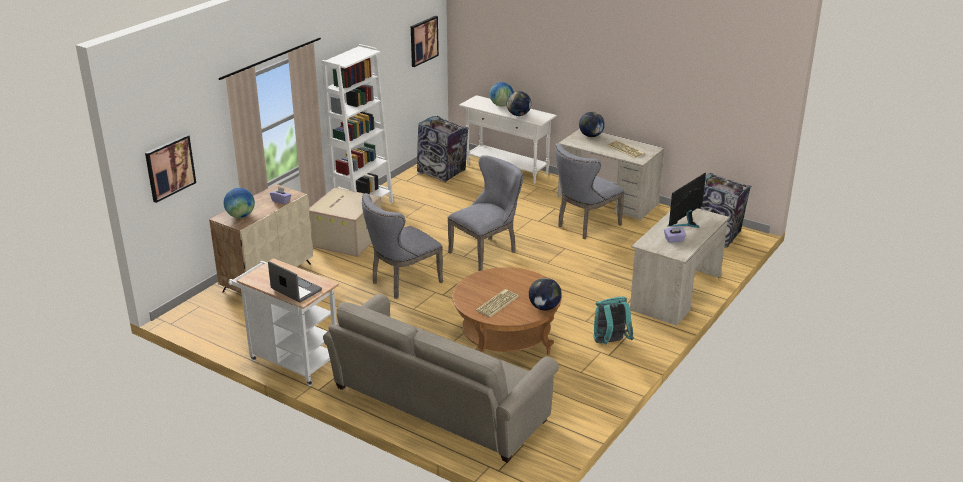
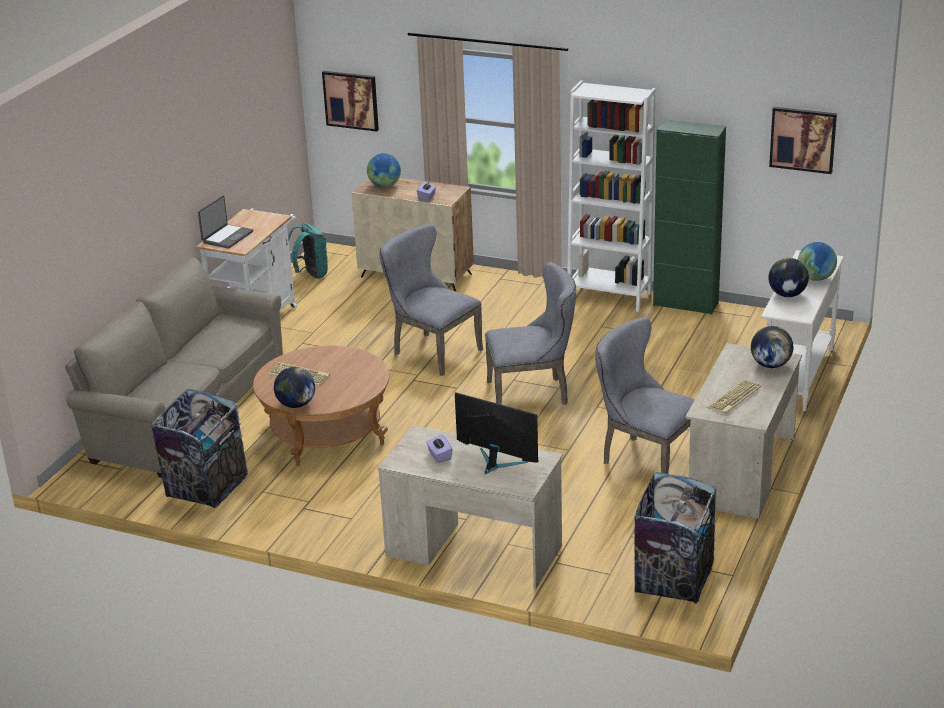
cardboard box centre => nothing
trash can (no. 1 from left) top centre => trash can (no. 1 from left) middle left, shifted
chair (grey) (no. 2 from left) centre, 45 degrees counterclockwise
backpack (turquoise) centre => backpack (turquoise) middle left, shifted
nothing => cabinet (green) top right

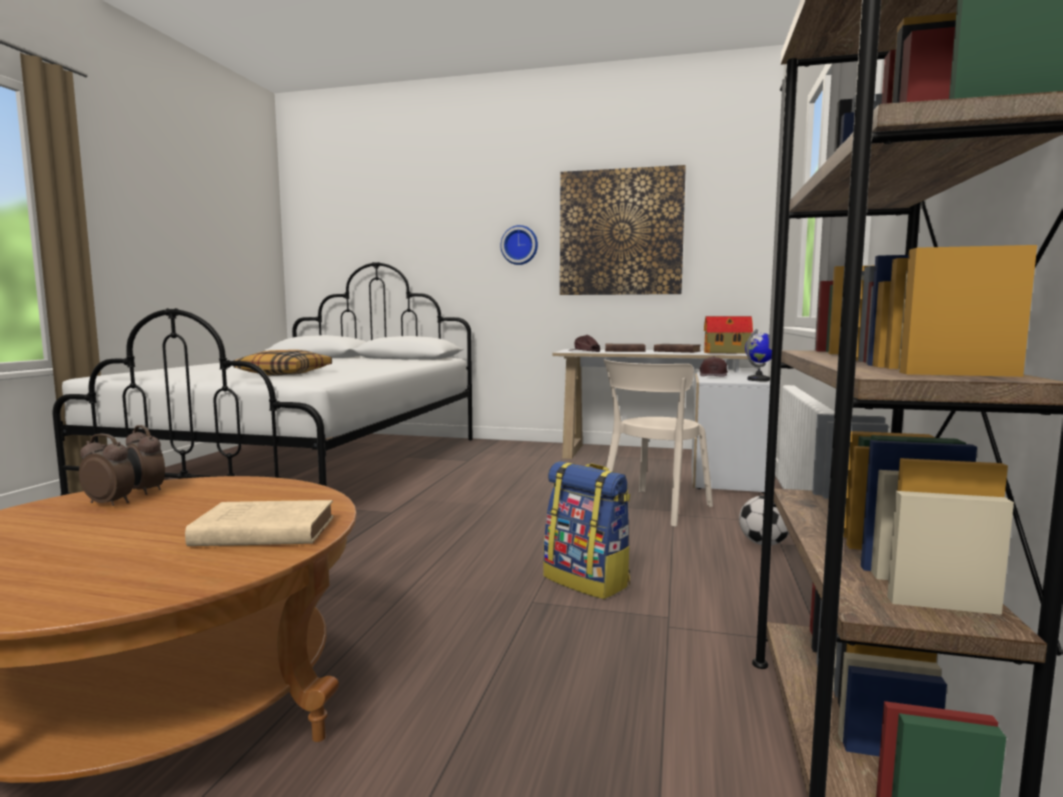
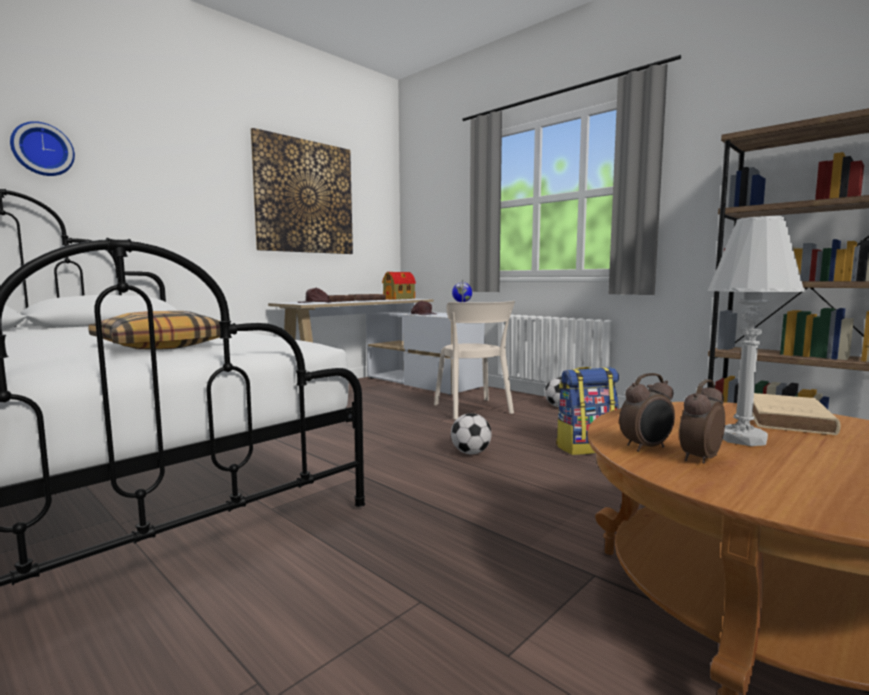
wall clock top centre => wall clock top left, shifted
nothing => football (no. 1 from left) centre
nothing => table lamp (white) middle right

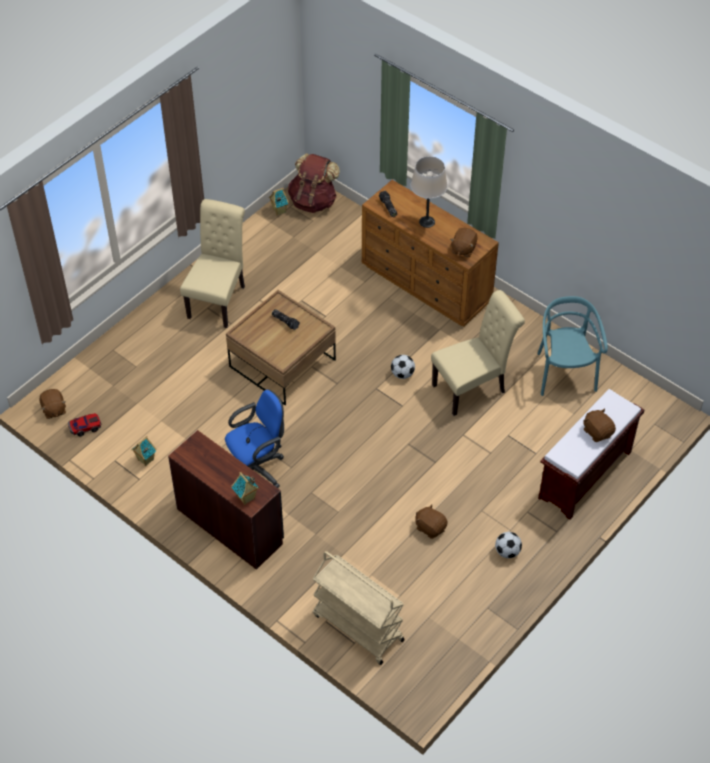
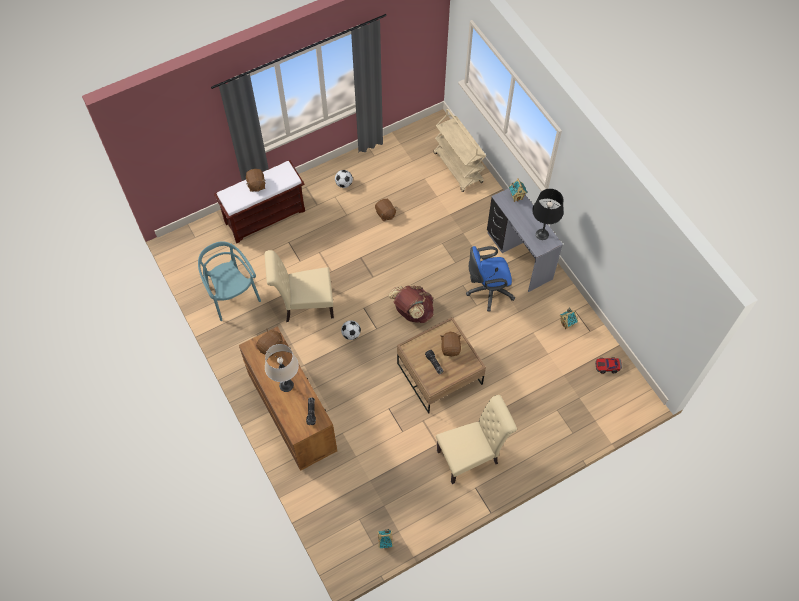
plush toy (brown) (no. 1 from left in the first image) middle left => plush toy (brown) (no. 4 from left) centre, shifted
desk (brown) middle left => desk (grey) centre
chair (beige) (no. 1 from left in the first image) middle left => chair (beige) (no. 2 from left) bottom centre, 150 degrees counterclockwise
backpack (brown) top centre => backpack (brown) centre, shifted
chair (turquoise) middle right => chair (turquoise) middle left, 135 degrees clockwise
nothing => table lamp (black) middle right

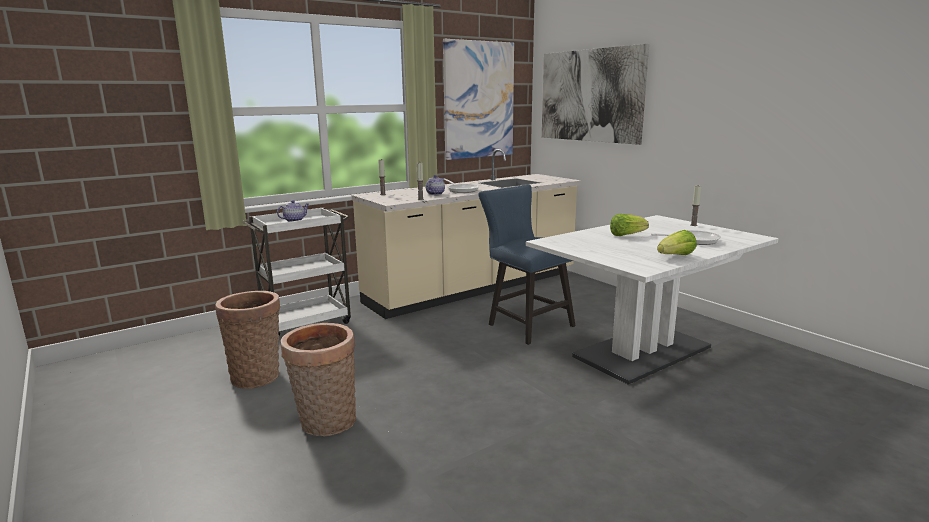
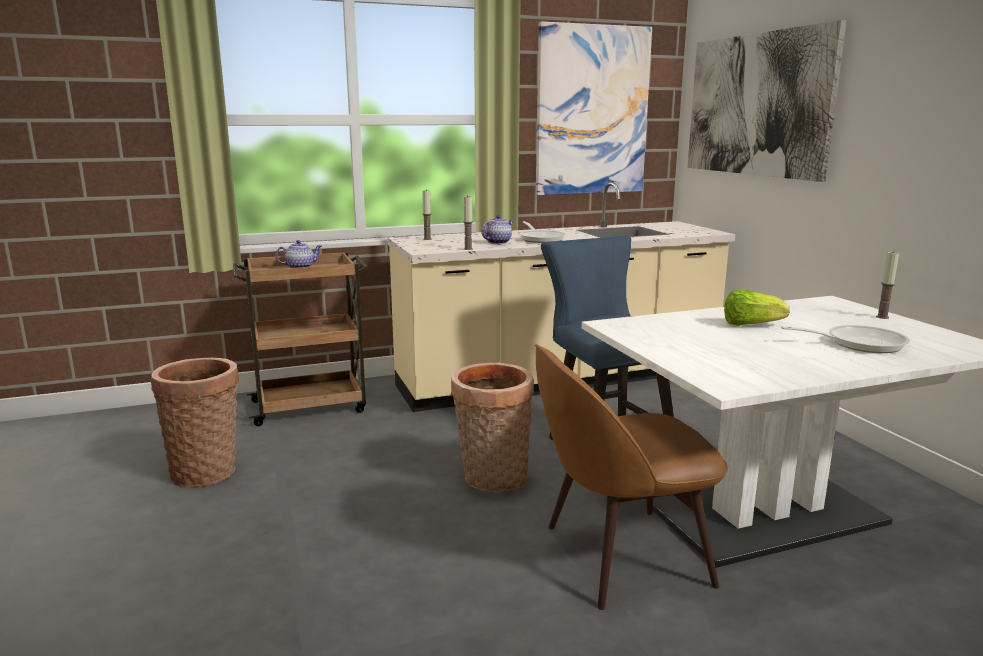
cart (white) middle left => cart (brown) middle left
basket (no. 2 from left) bottom centre => basket (no. 2 from left) centre, shifted
lettuce (no. 2 from left) middle right => nothing
nothing => chair (brown) bottom centre

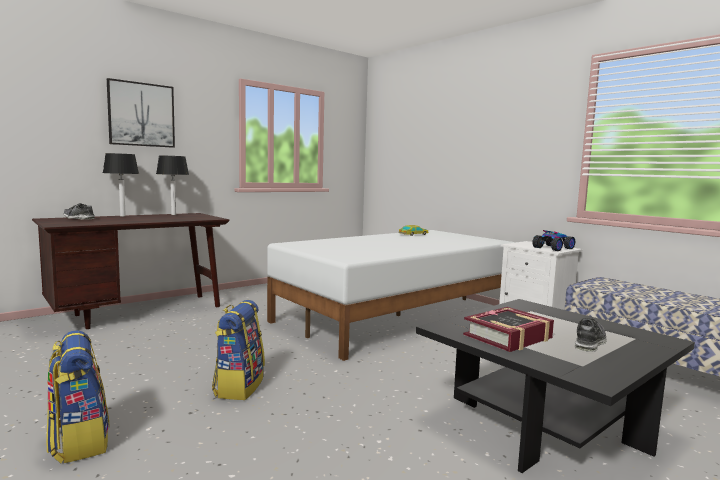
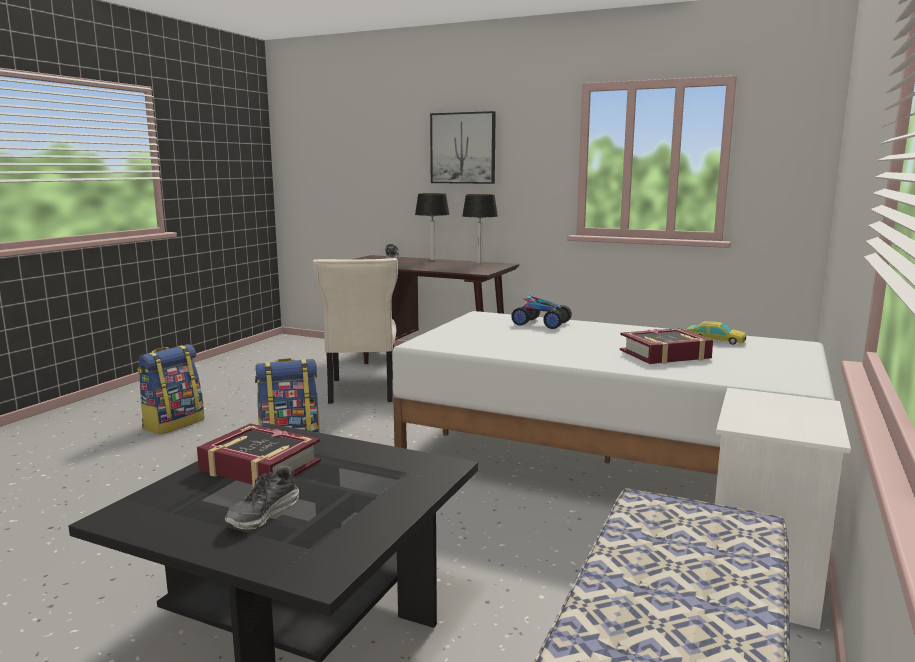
toy car (no. 2 from left in the first image) middle right => toy car (no. 1 from left) centre, shifted
shoe (no. 2 from left in the first image) bottom right => shoe (no. 1 from left) bottom left, 105 degrees clockwise
nothing => chair (beige) centre
nothing => book (no. 2 from left) middle right

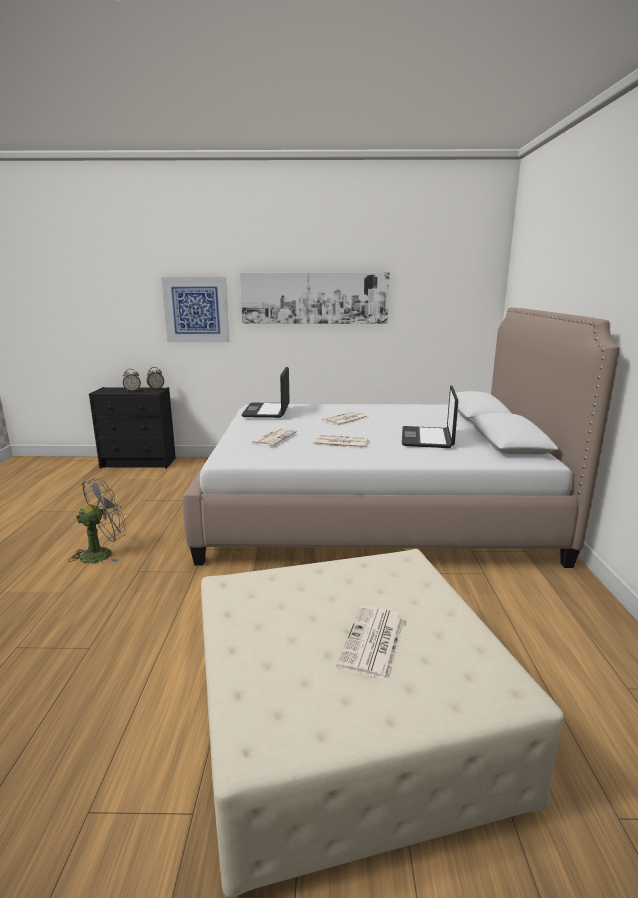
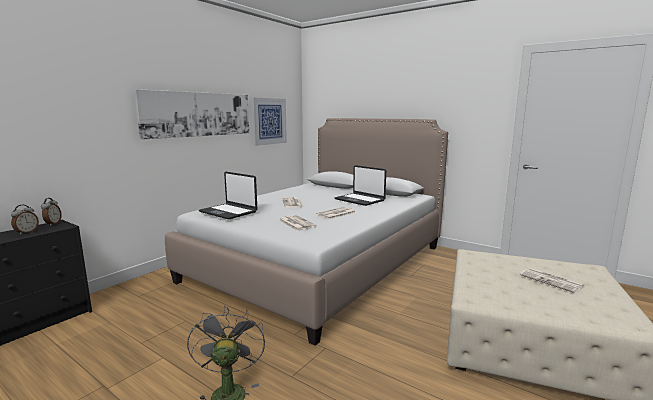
picture (no. 1 from left in the first image) middle left => picture (no. 2 from left) top centre, shifted

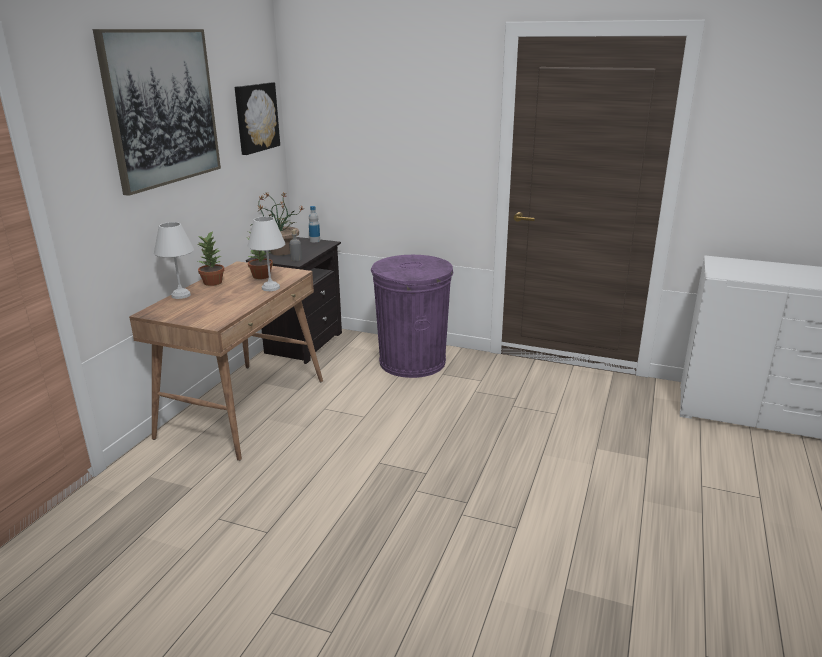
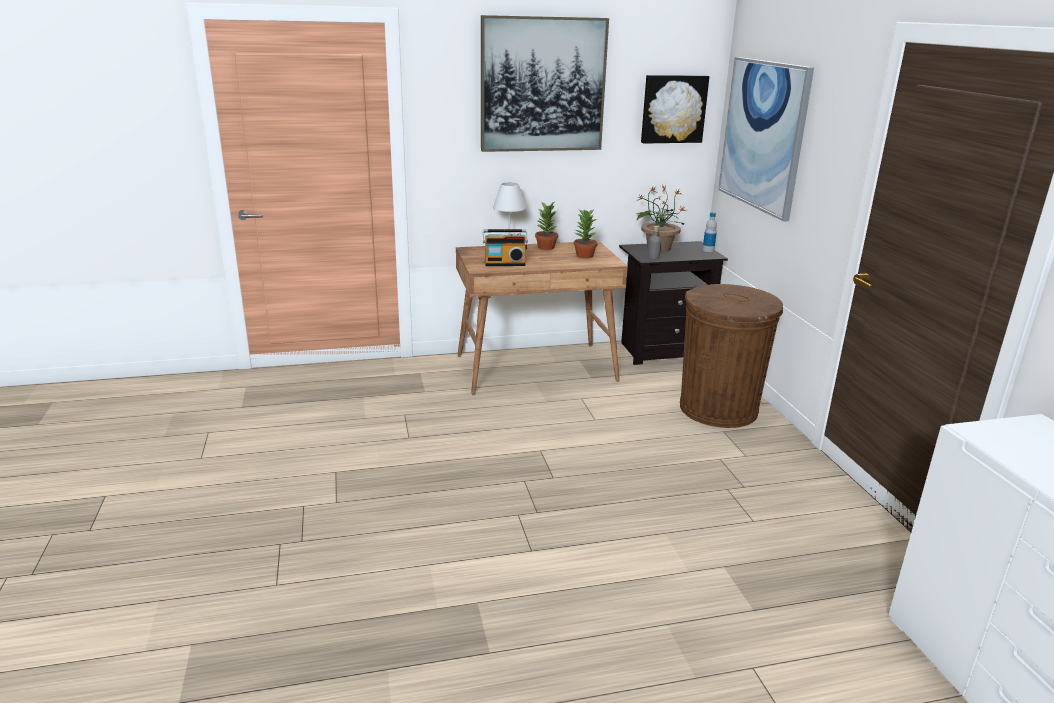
table lamp (white) (no. 2 from left) middle left => nothing
trash can (purple) centre => trash can (brown) middle right
nothing => radio centre
nothing => picture (no. 3 from left) top right

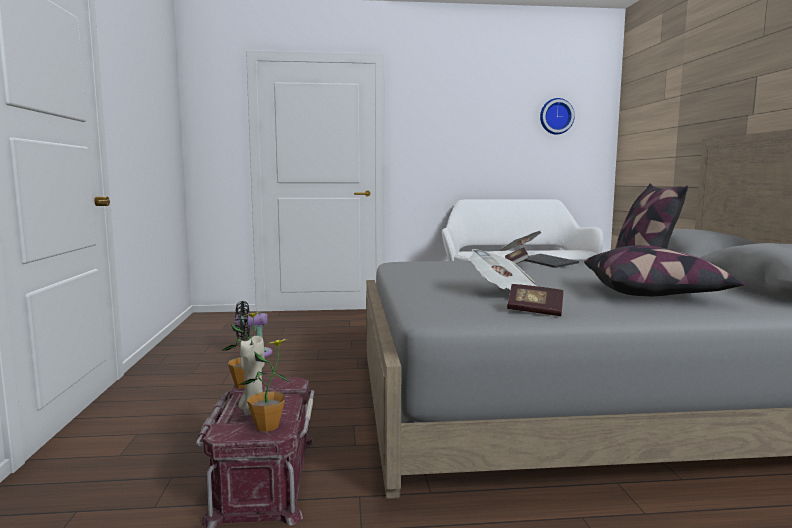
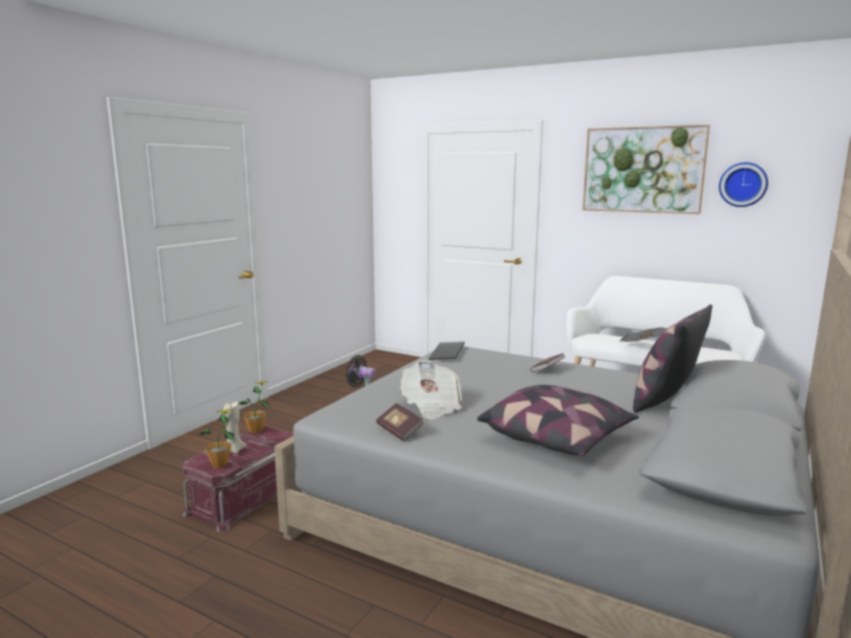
keyboard middle right => keyboard centre, shifted
nothing => picture top right

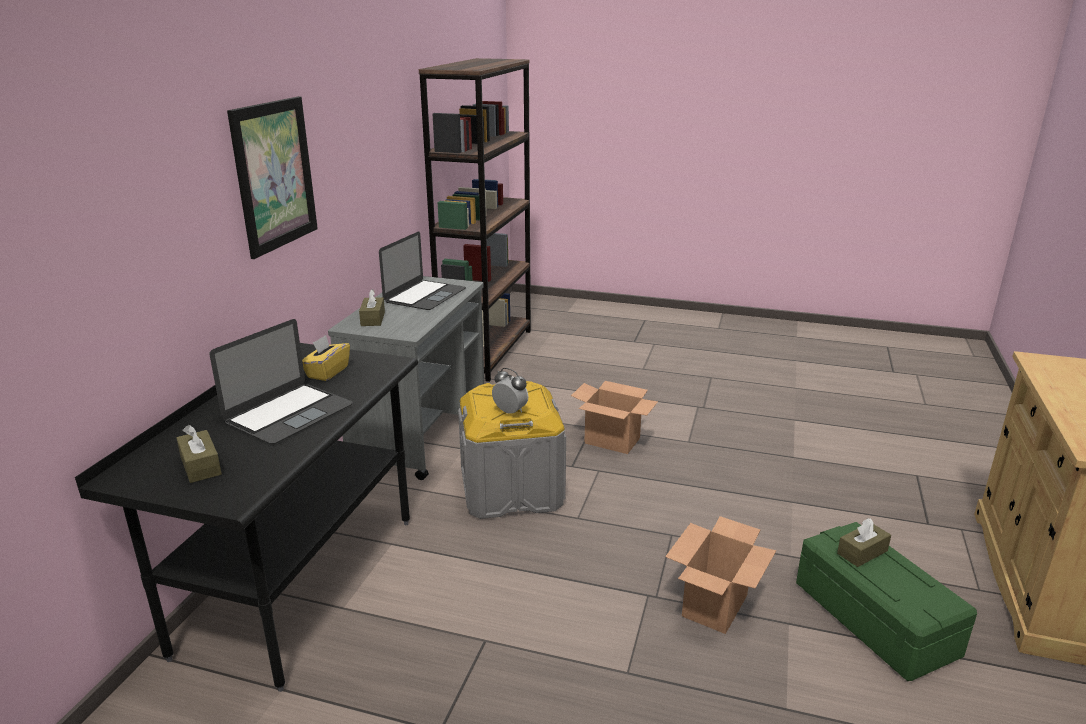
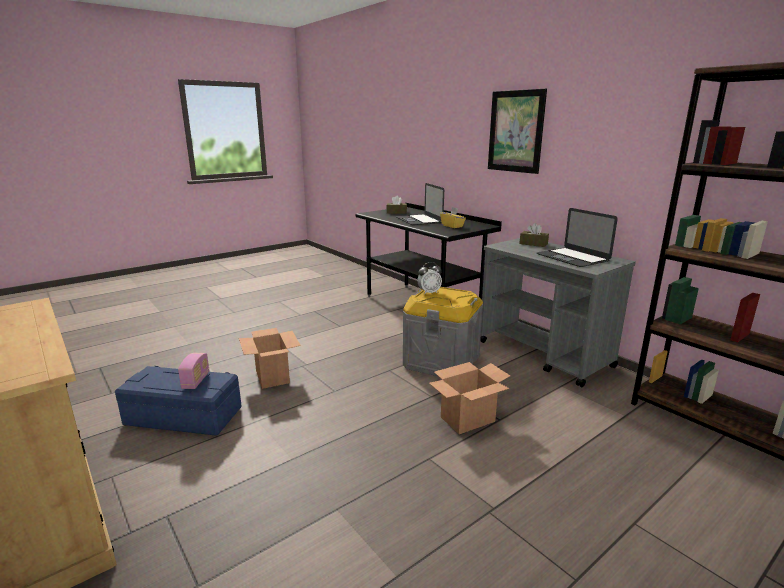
storage box (green) bottom right => storage box (blue) bottom left
tissue box (brown) (no. 3 from left) bottom right => radio middle left

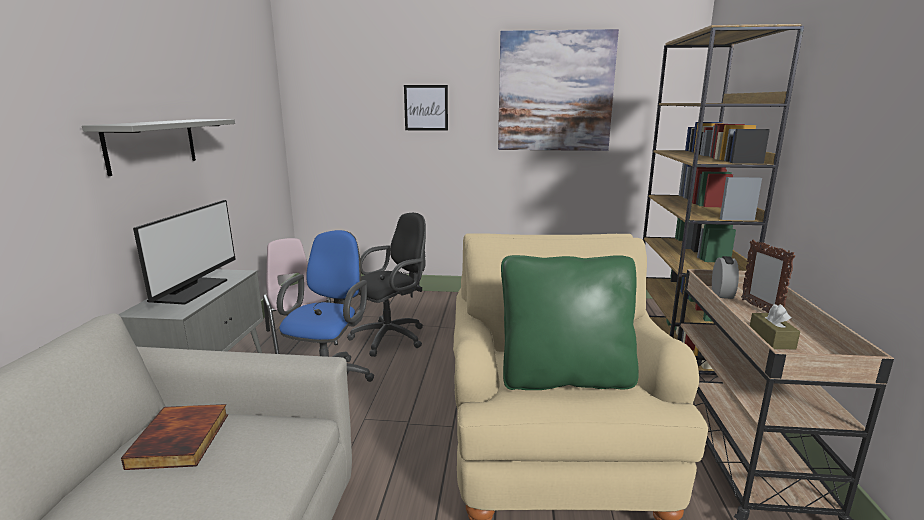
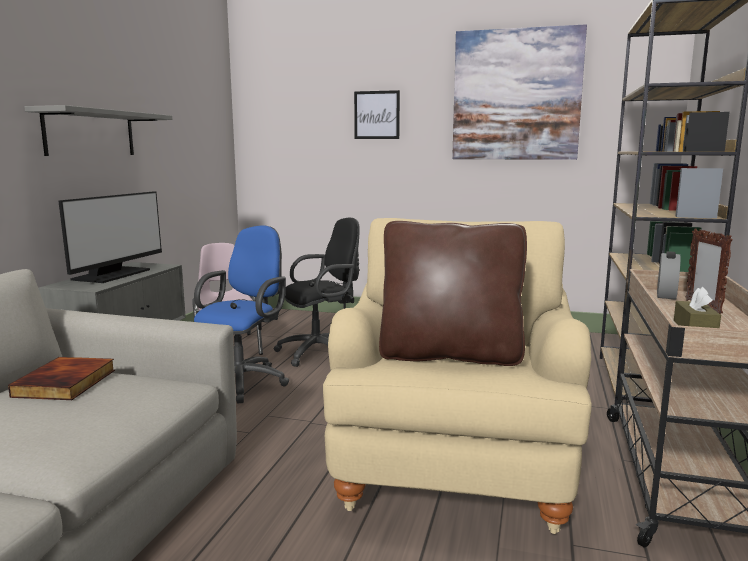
pillow (green) centre => pillow (brown) centre

